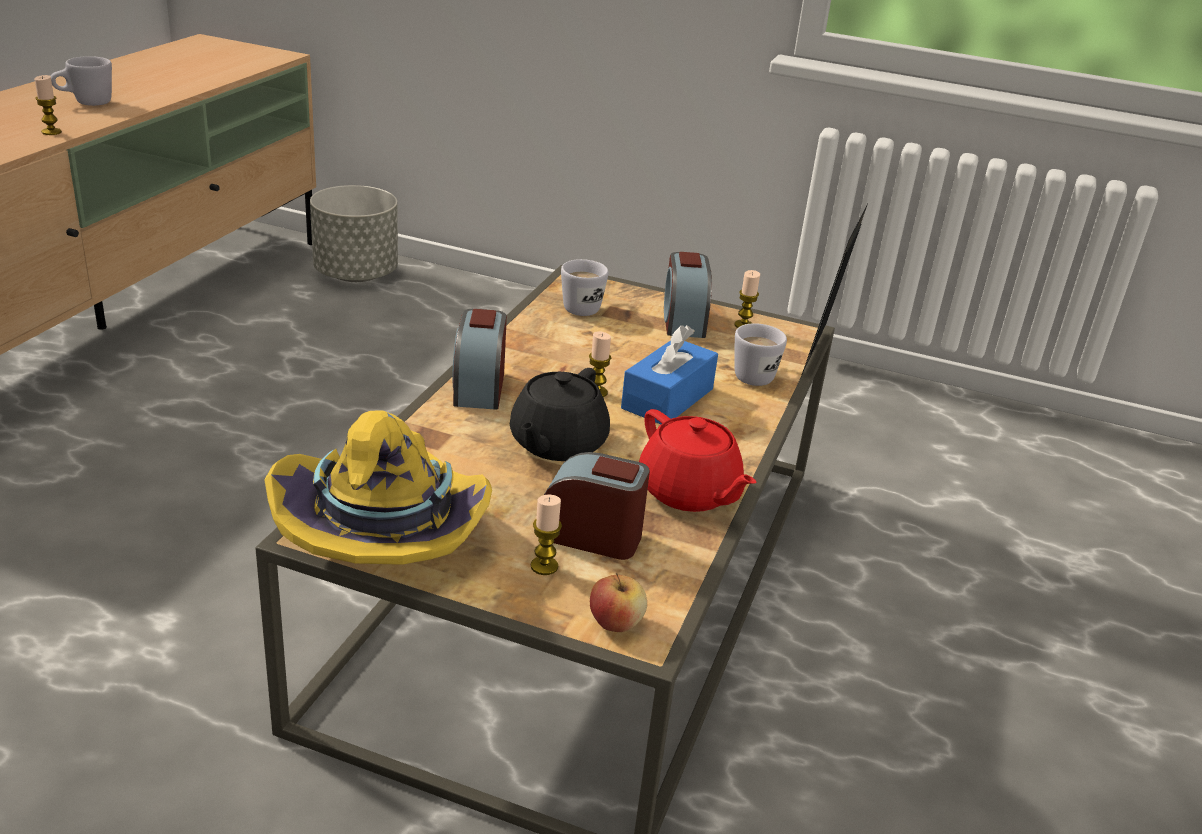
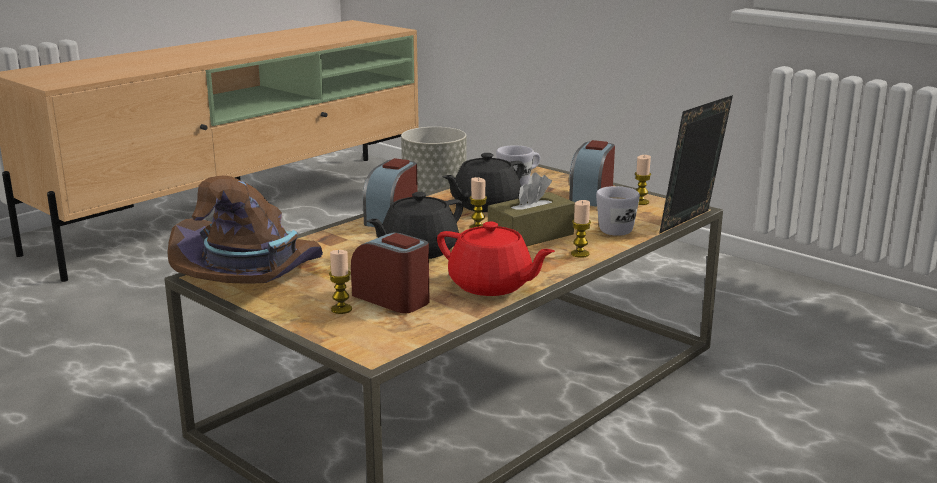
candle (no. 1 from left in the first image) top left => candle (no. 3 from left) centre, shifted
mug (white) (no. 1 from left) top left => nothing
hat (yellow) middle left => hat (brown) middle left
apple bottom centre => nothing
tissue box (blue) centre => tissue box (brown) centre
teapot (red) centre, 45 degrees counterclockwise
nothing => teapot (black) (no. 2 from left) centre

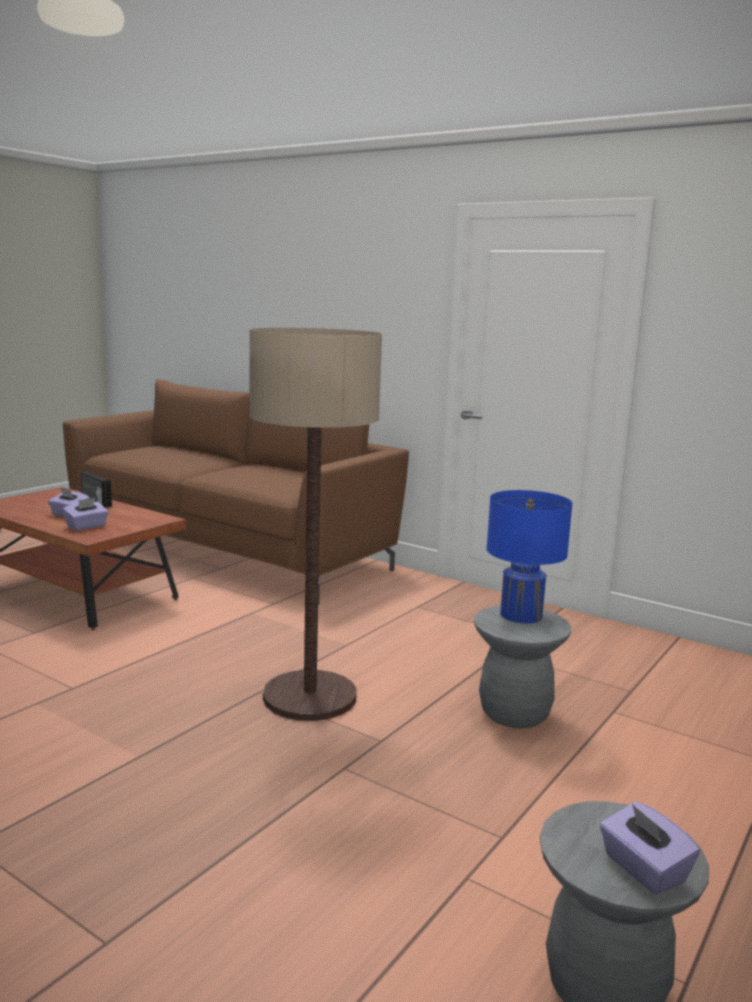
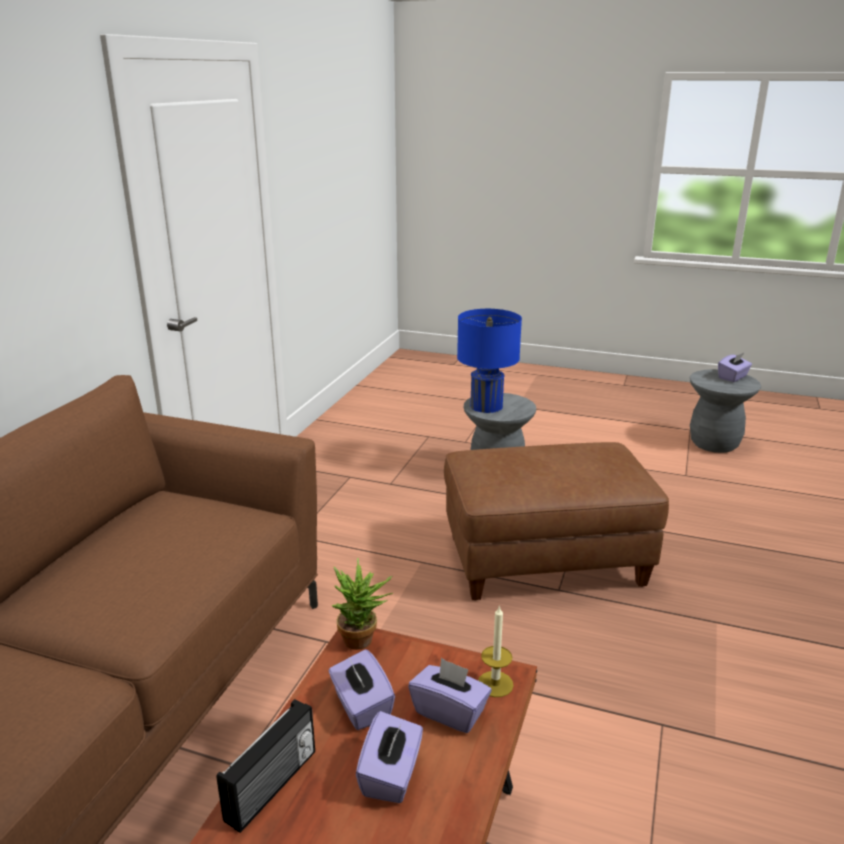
floor lamp centre => ottoman (brown) centre
nothing => tissue box (purple) (no. 1 from left) bottom centre
nothing => potted plant bottom centre
nothing => candle bottom centre

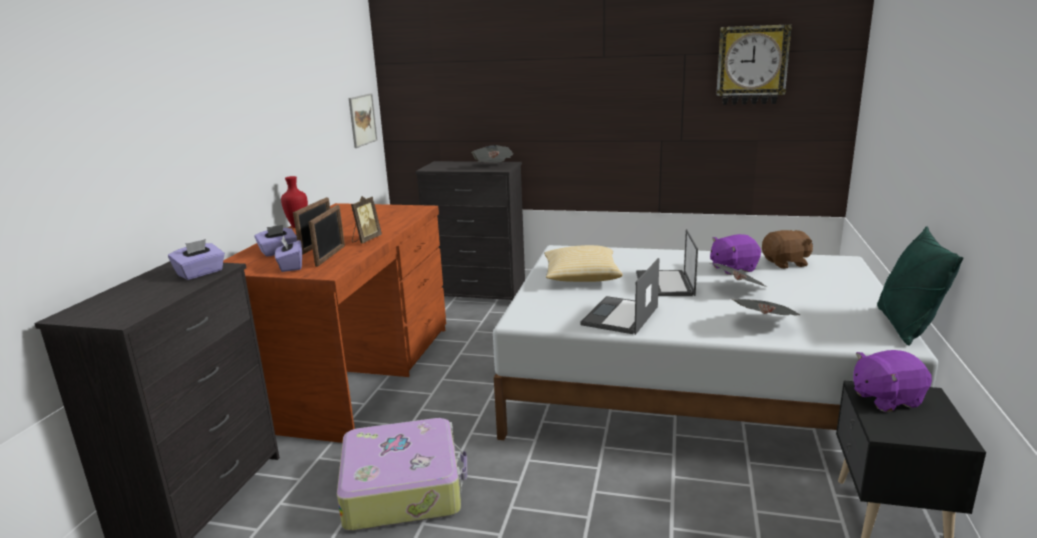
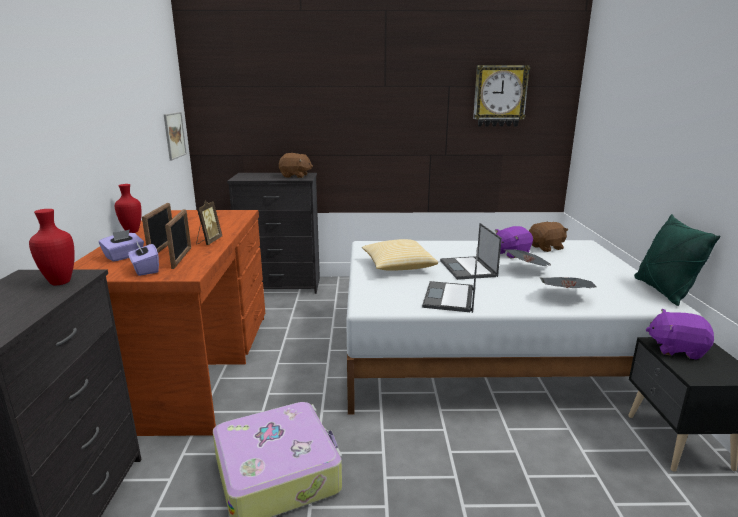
tissue box (purple) (no. 1 from left) middle left => vase (red) (no. 1 from left) middle left
newspaper (no. 1 from left) top centre => plush toy (brown) (no. 1 from left) top centre
plush toy (purple) (no. 2 from left) bottom right => plush toy (purple) (no. 2 from left) middle right, 45 degrees clockwise

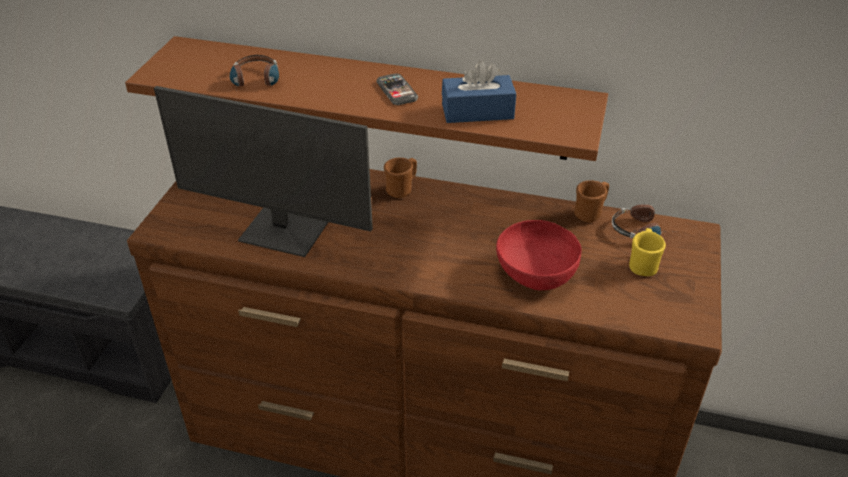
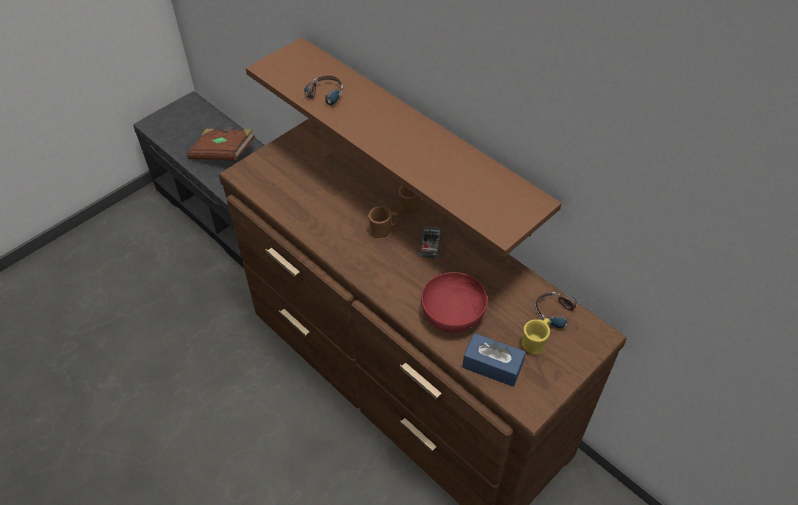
monitor middle left => nothing
phone top centre => phone centre, shifted
tissue box (blue) top centre => tissue box (blue) bottom centre, shifted
mug (brown) (no. 2 from left in the first image) middle right => mug (brown) (no. 1 from left) centre, shifted
nothing => book (brown) top left

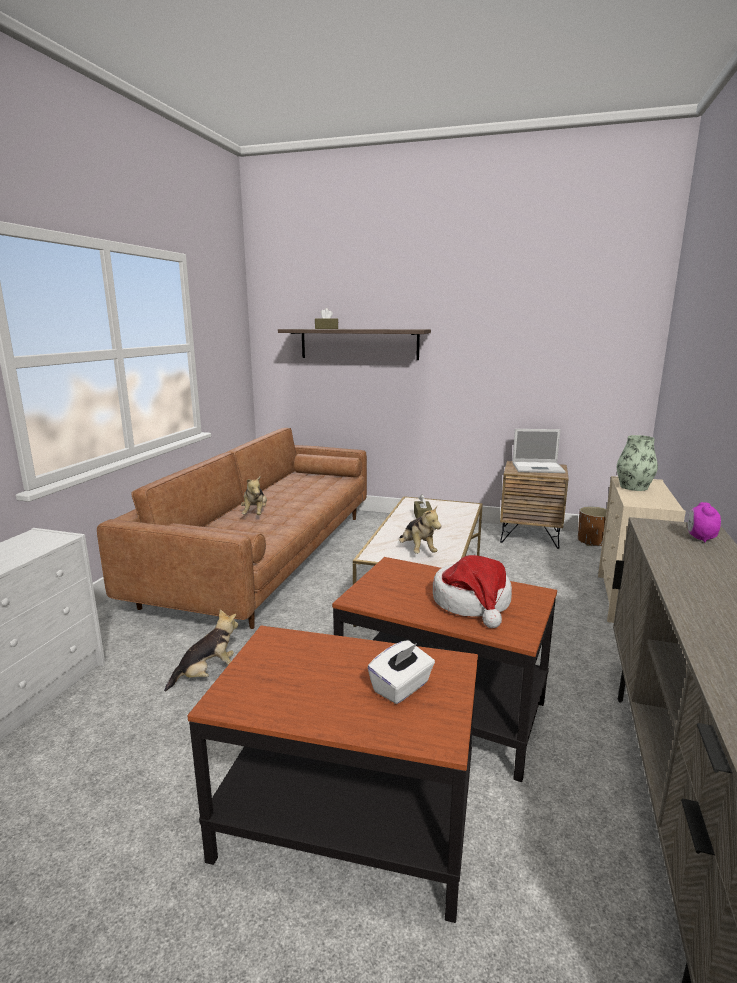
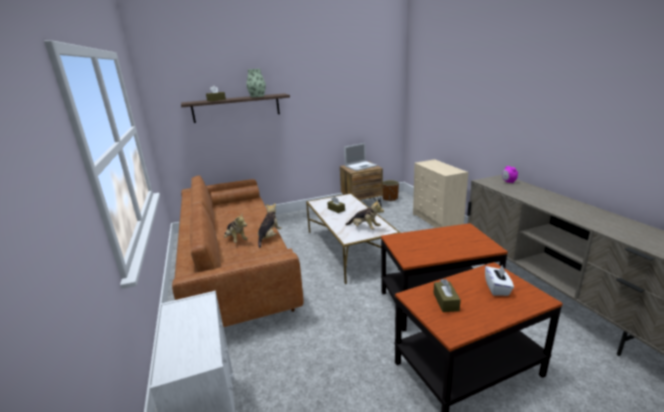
plush toy (no. 1 from left in the first image) middle left => plush toy (no. 2 from left) centre, shifted
hat centre => nothing
vase middle right => vase top centre, shifted
nothing => tissue box (brown) (no. 3 from left) bottom right

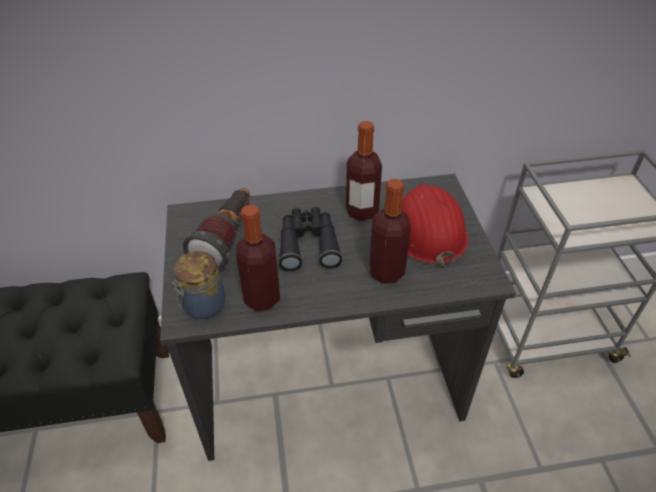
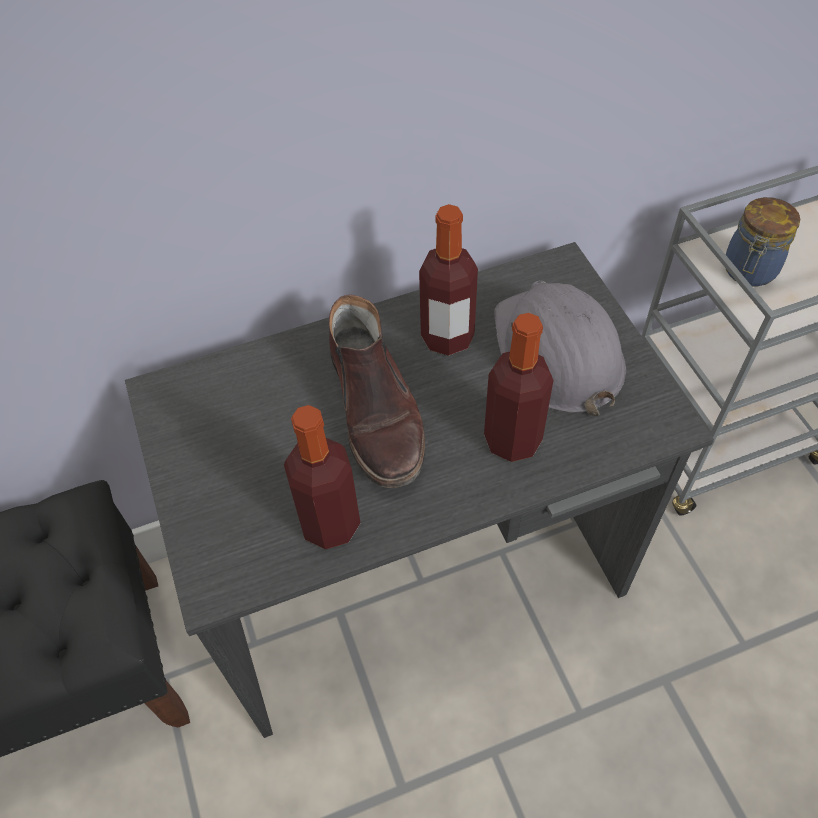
jar middle left => jar top right, shifted
flashlight middle left => nothing
binoculars (black) centre => boot (brown) centre
hard hat (red) centre => hard hat (grey) middle right

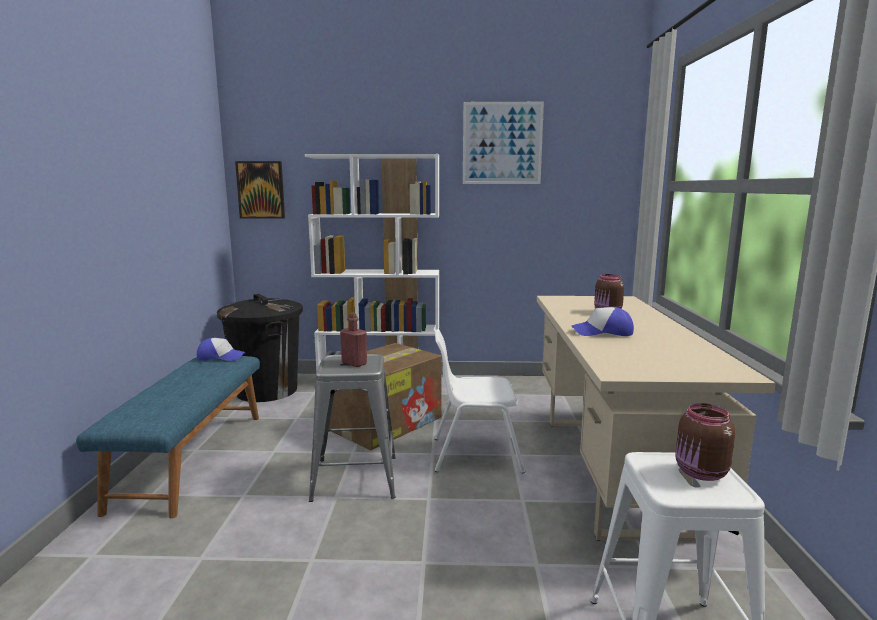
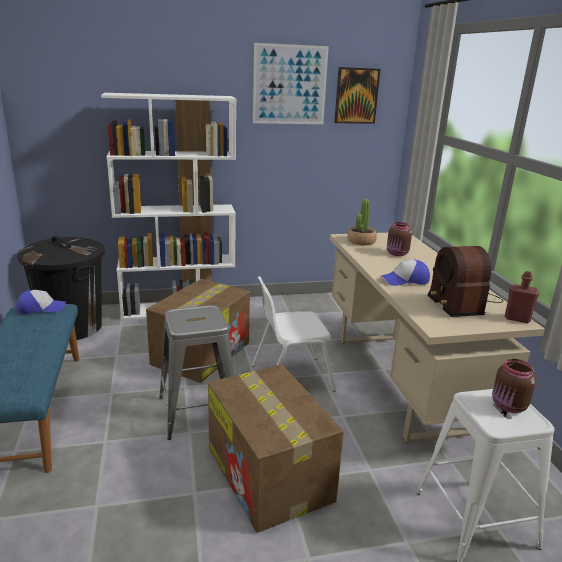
picture (no. 1 from left in the first image) top left => picture (no. 2 from left) top centre, shifted
bottle (red) centre => bottle (red) middle right, shifted
nothing => cardboard box (no. 2 from left) bottom centre
nothing => potted plant centre
nothing => radio middle right

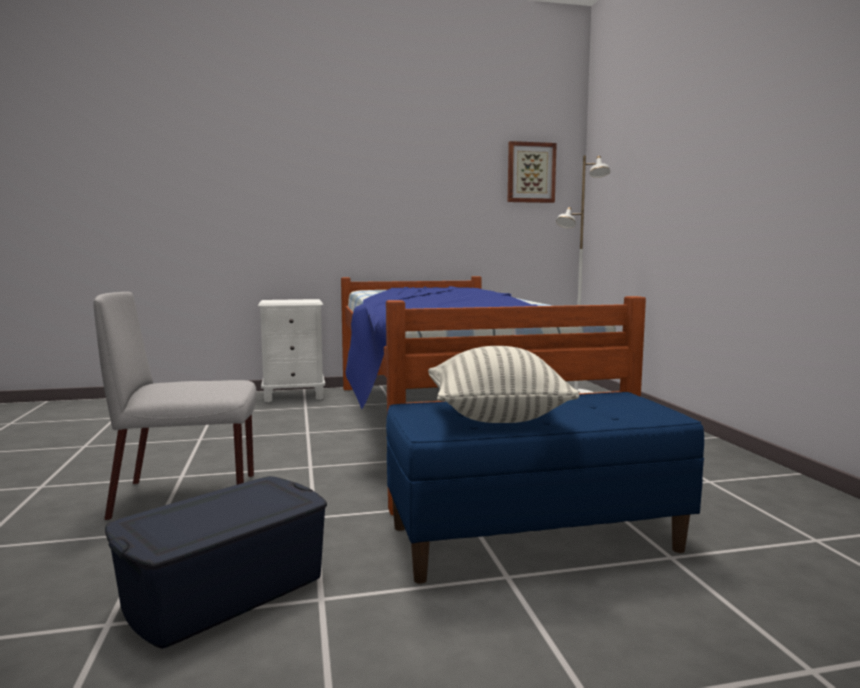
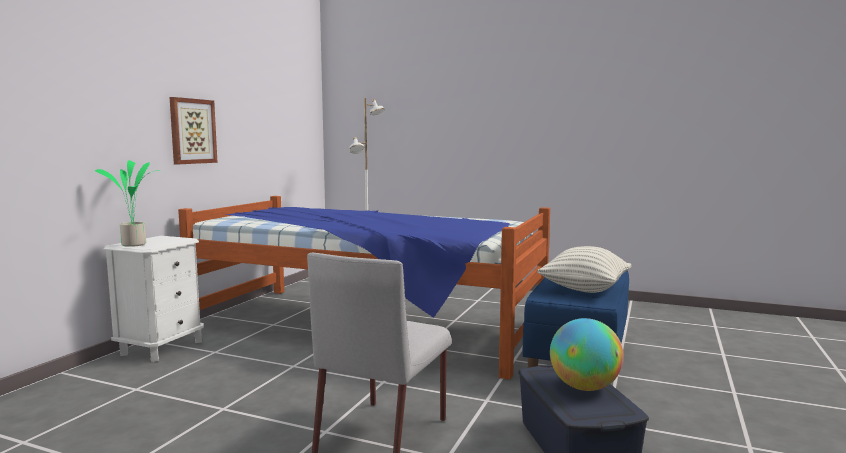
picture top centre => picture top left, shifted
nothing => potted plant middle left
nothing => globe bottom right

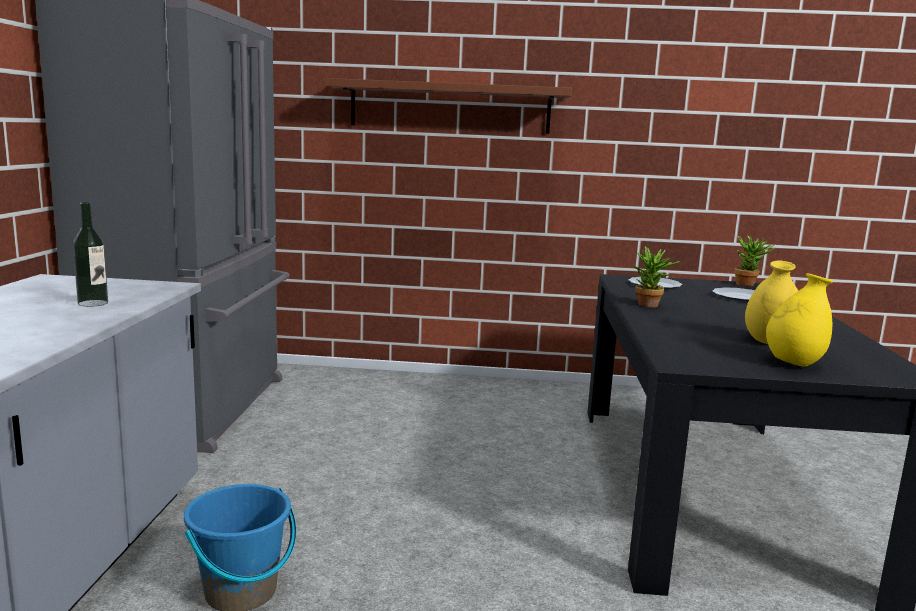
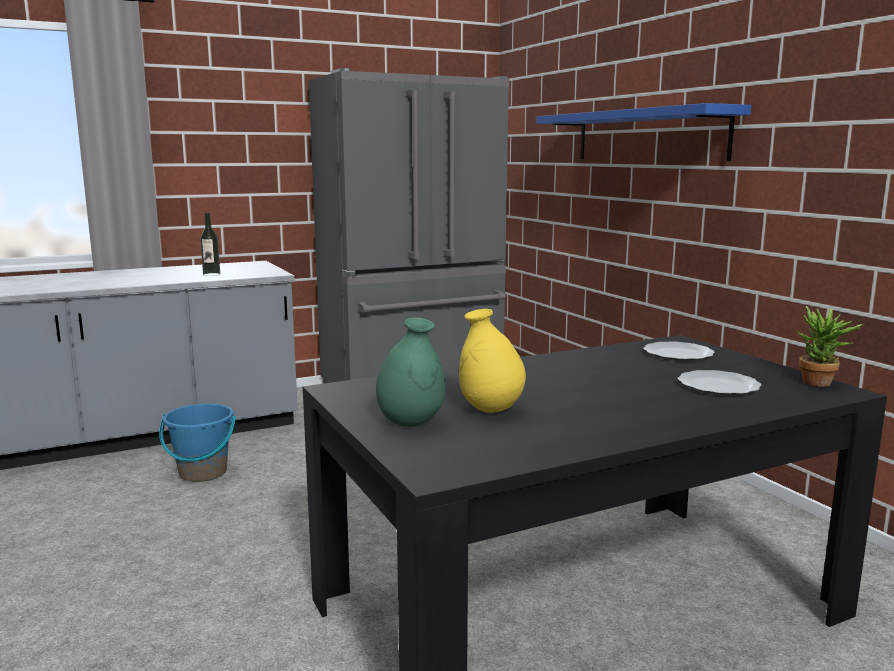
shelf (brown) top centre => shelf (blue) top right
potted plant (no. 1 from left) middle right => nothing
vase (yellow) (no. 2 from left) middle right => vase (green) centre

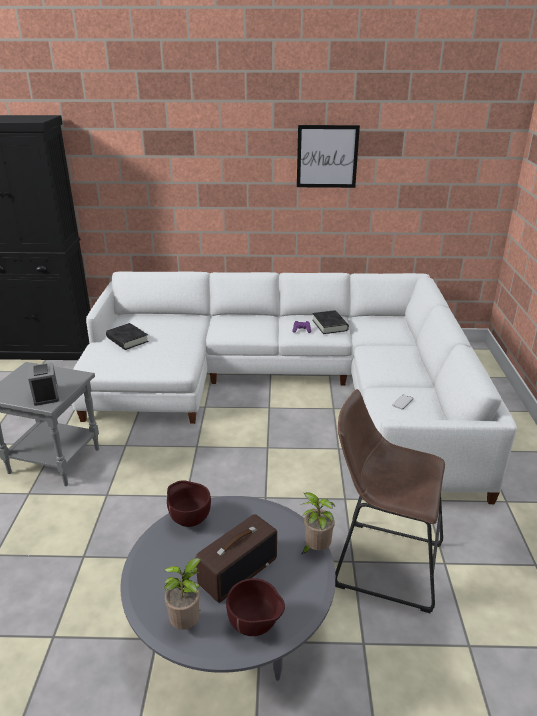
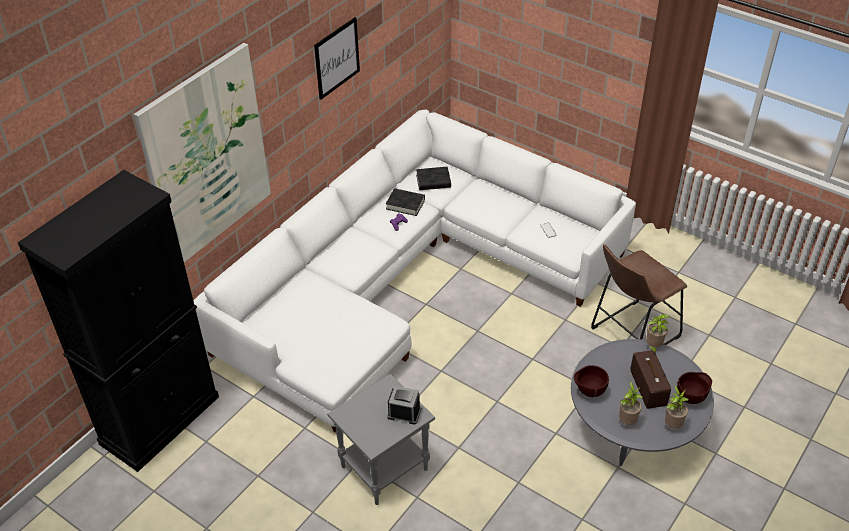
book (black) (no. 1 from left in the first image) middle left => book (black) (no. 2 from left) centre, shifted
nothing => picture (no. 1 from left) top left
nothing => potted plant (no. 1 from left) bottom right

